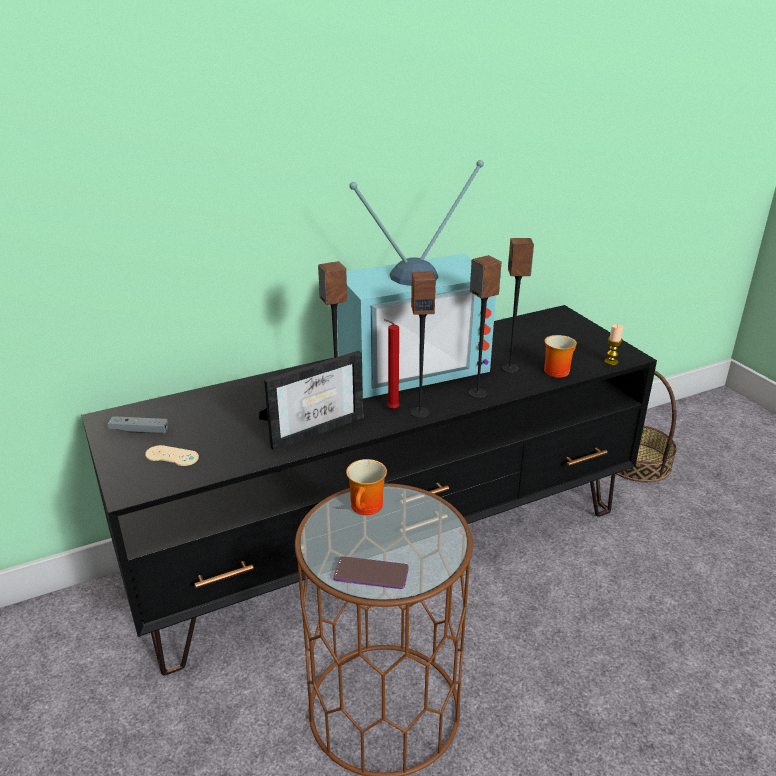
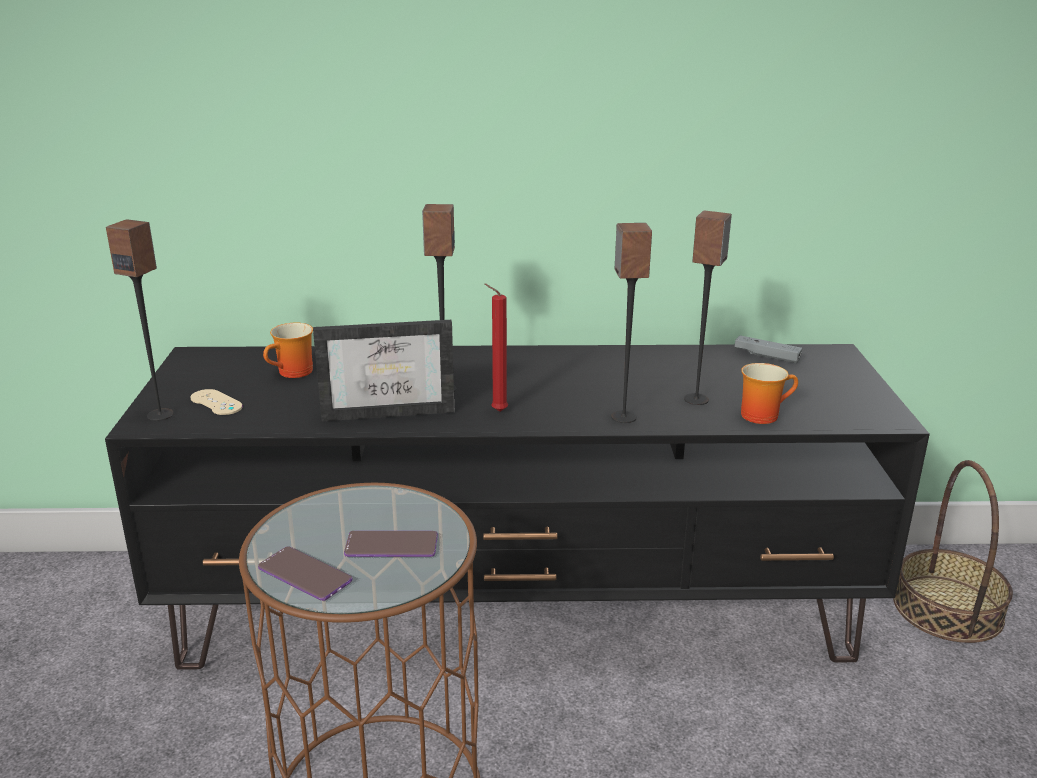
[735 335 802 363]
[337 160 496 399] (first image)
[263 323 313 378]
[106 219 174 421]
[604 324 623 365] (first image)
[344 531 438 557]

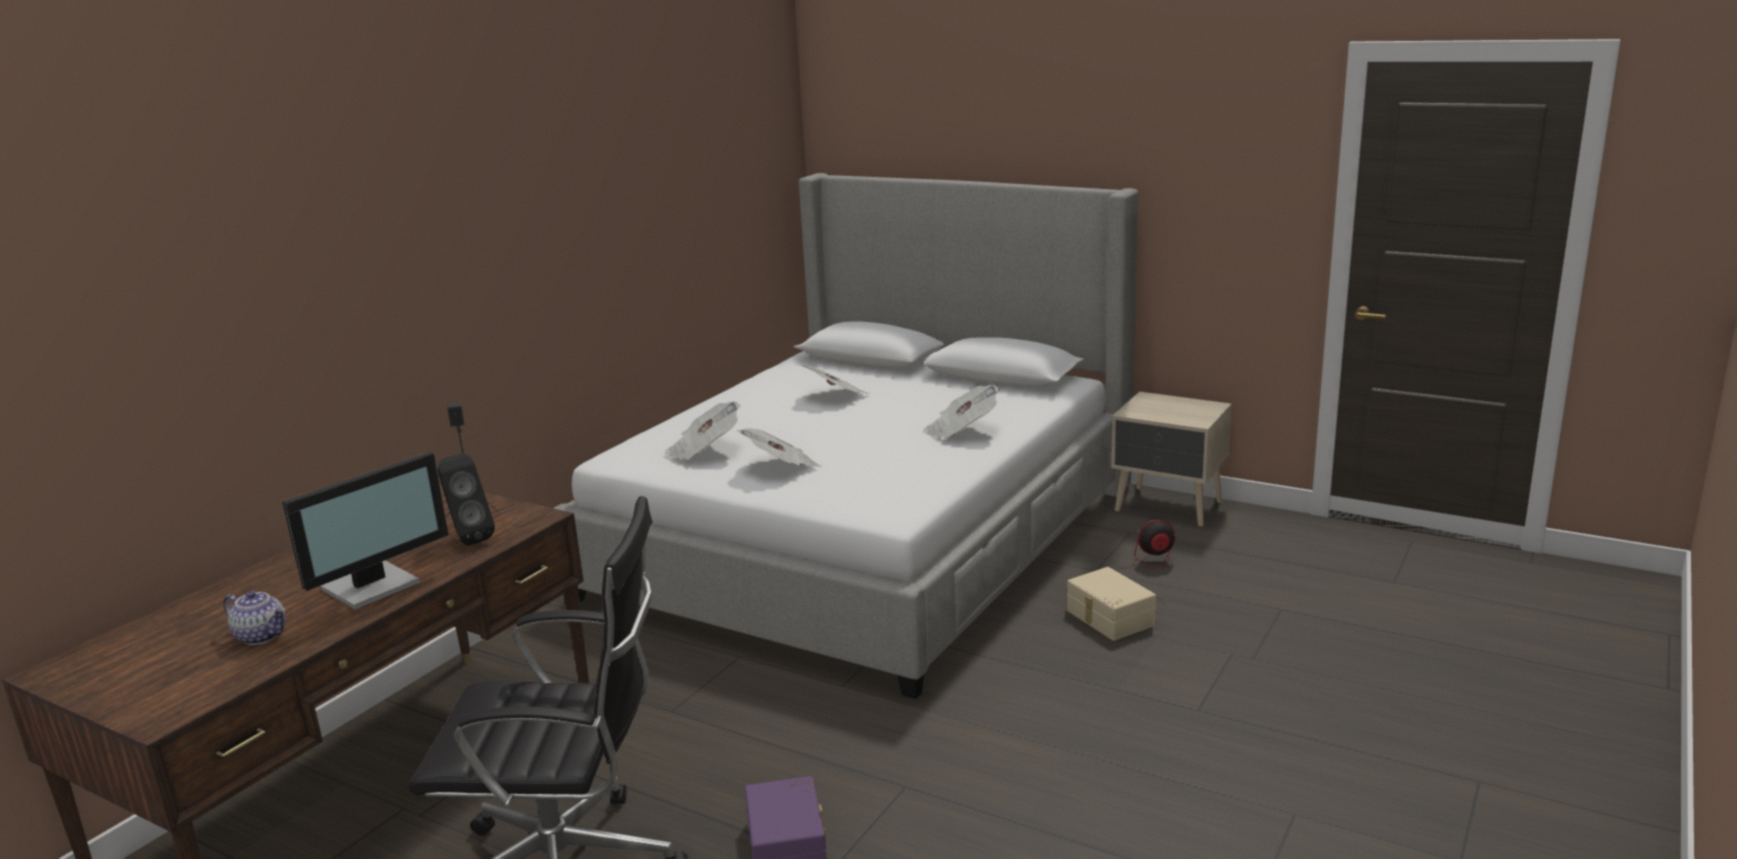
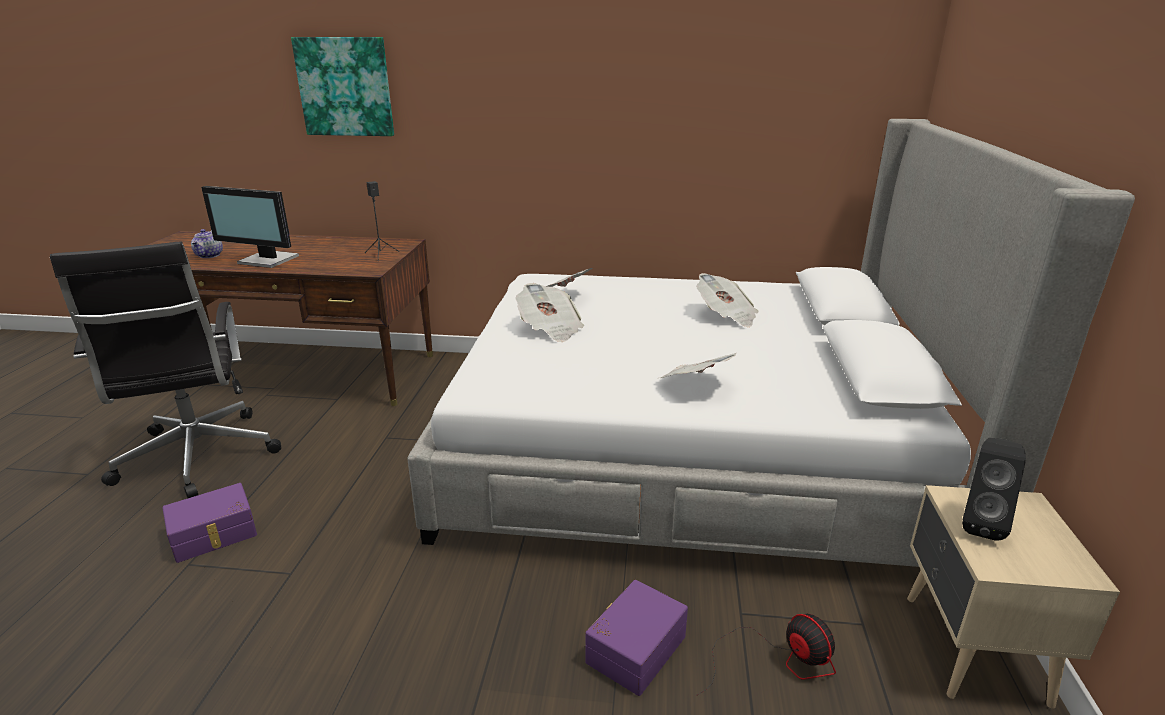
[962 438 1026 541]
[585 580 688 696]
[291 37 394 136]

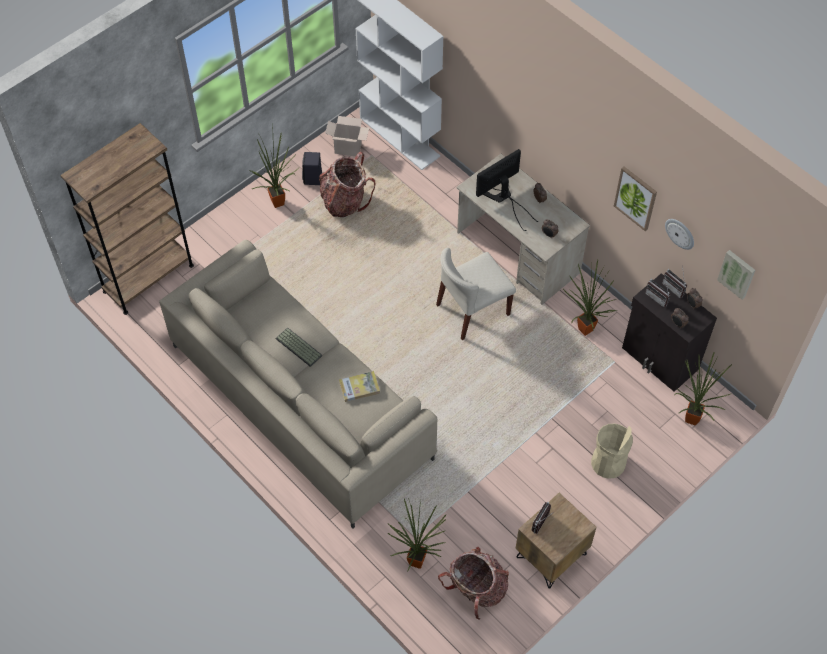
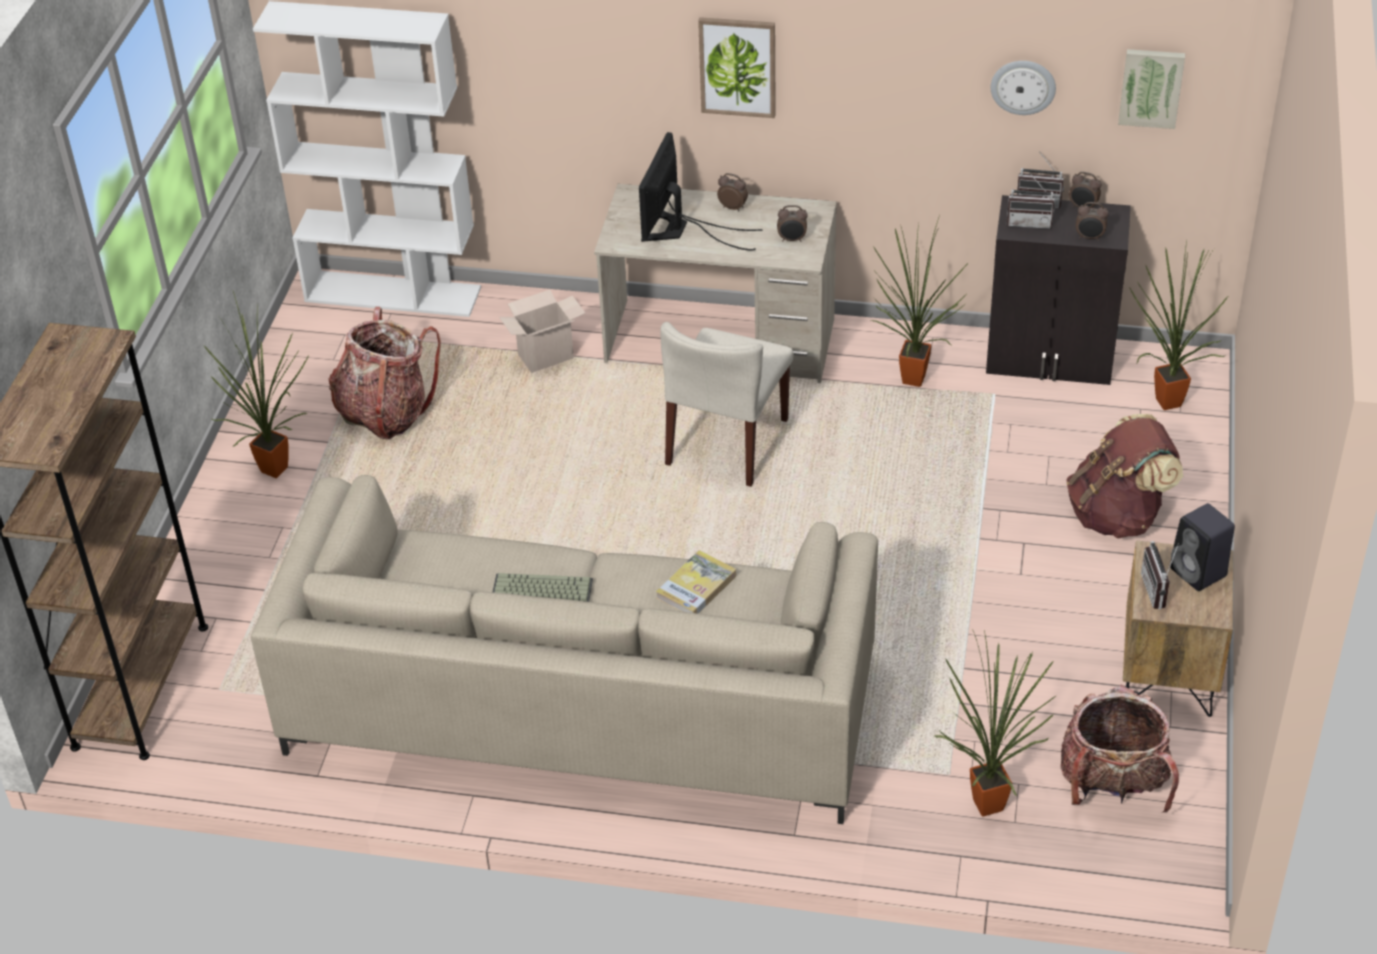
[1170 503 1235 591]
[499 290 585 373]
[1067 414 1183 539]
[698 17 776 118]

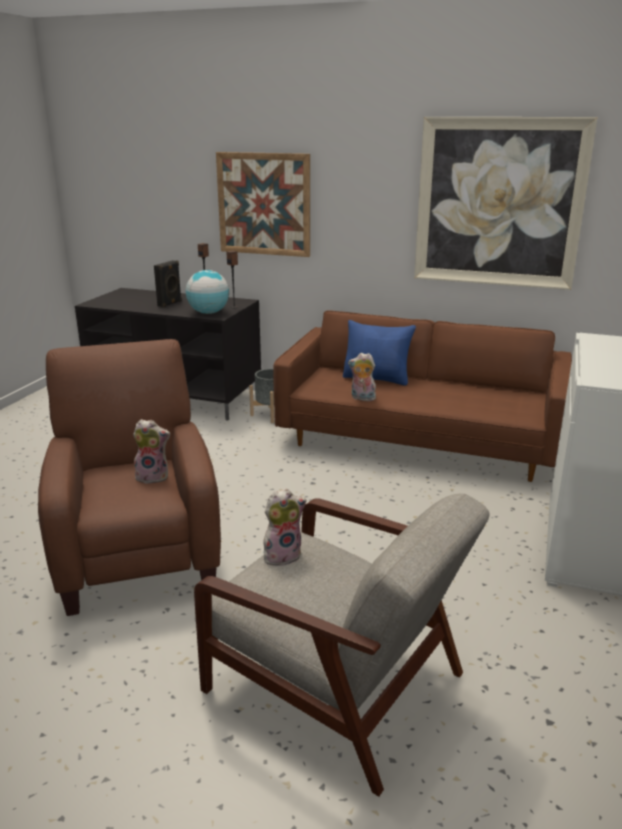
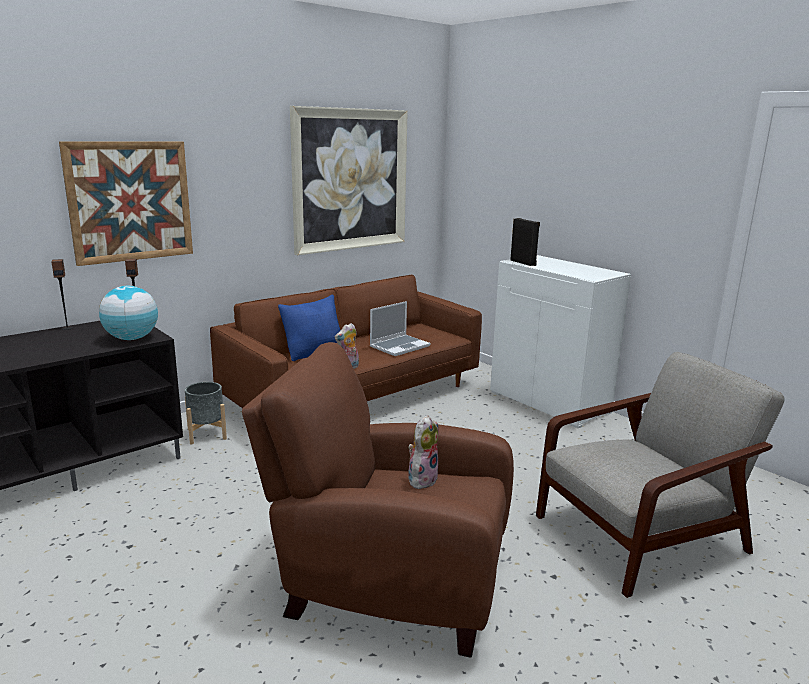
[510 218 540 266]
[264 489 307 566] (first image)
[370 301 431 356]

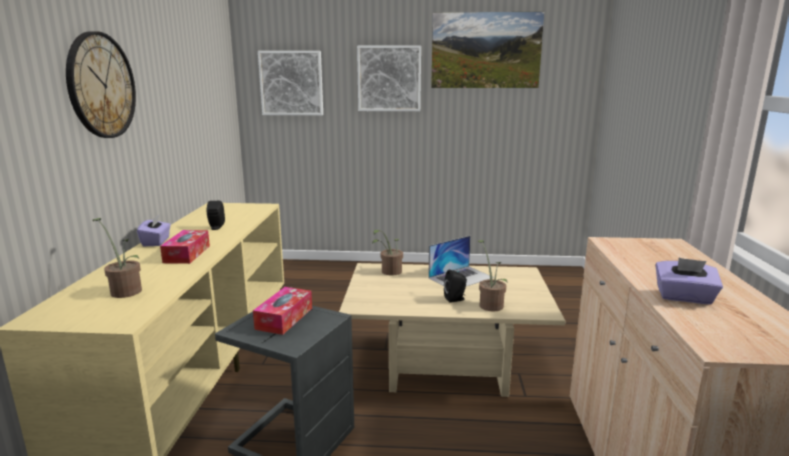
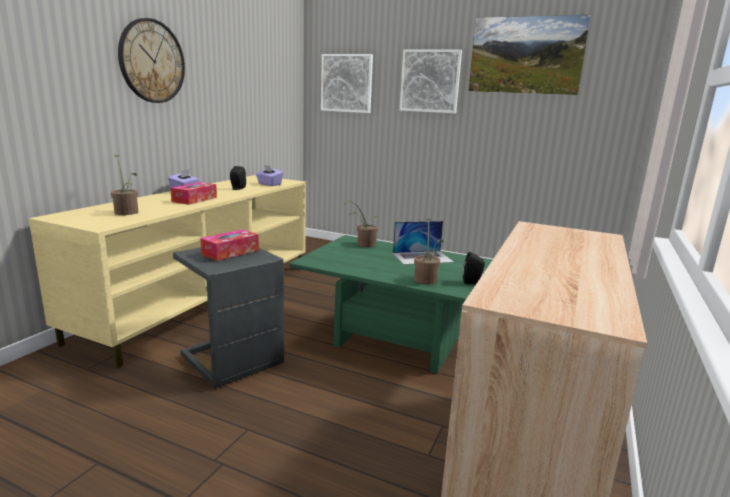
[289 235 492 374]
[463 252 485 284]
[256 165 283 186]

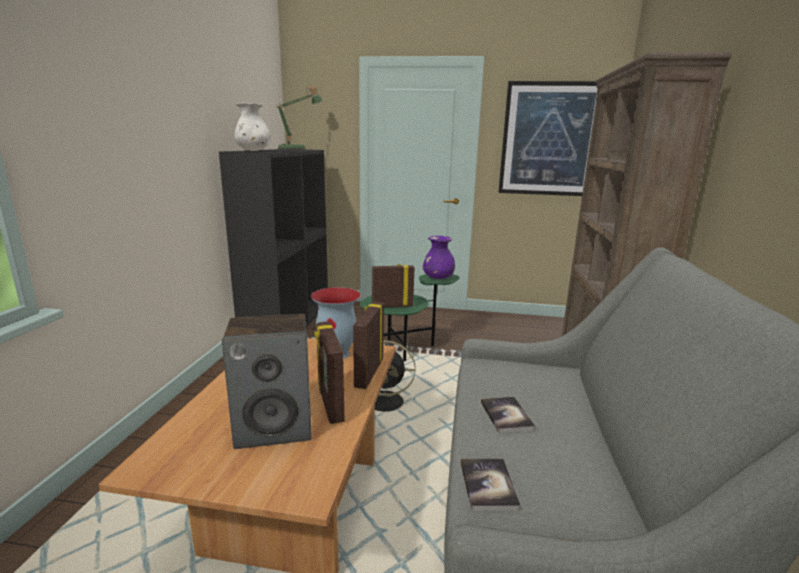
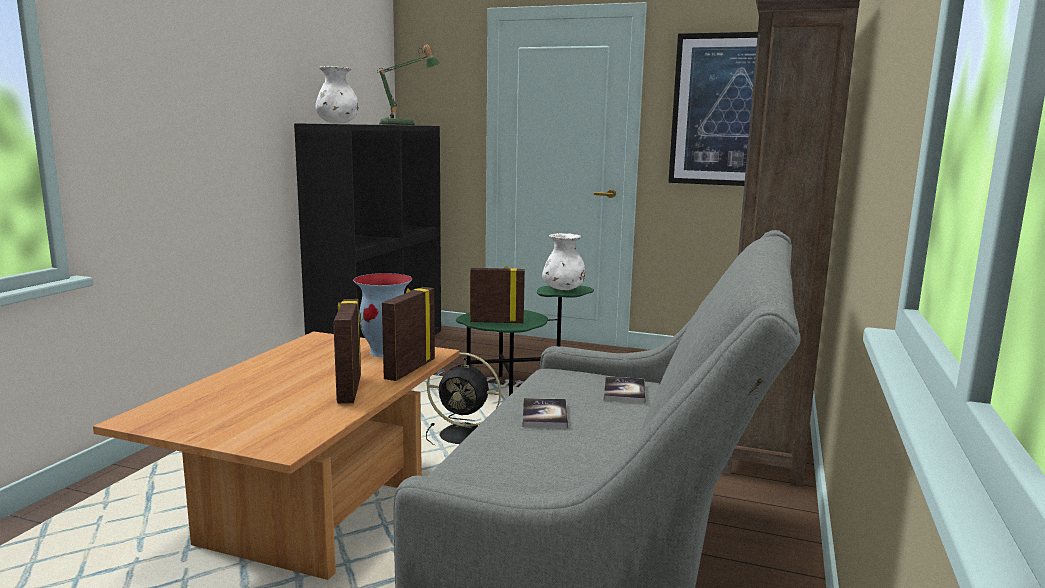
[222 314 312 449] (first image)
[542 233 585 290]
[604 376 646 403]

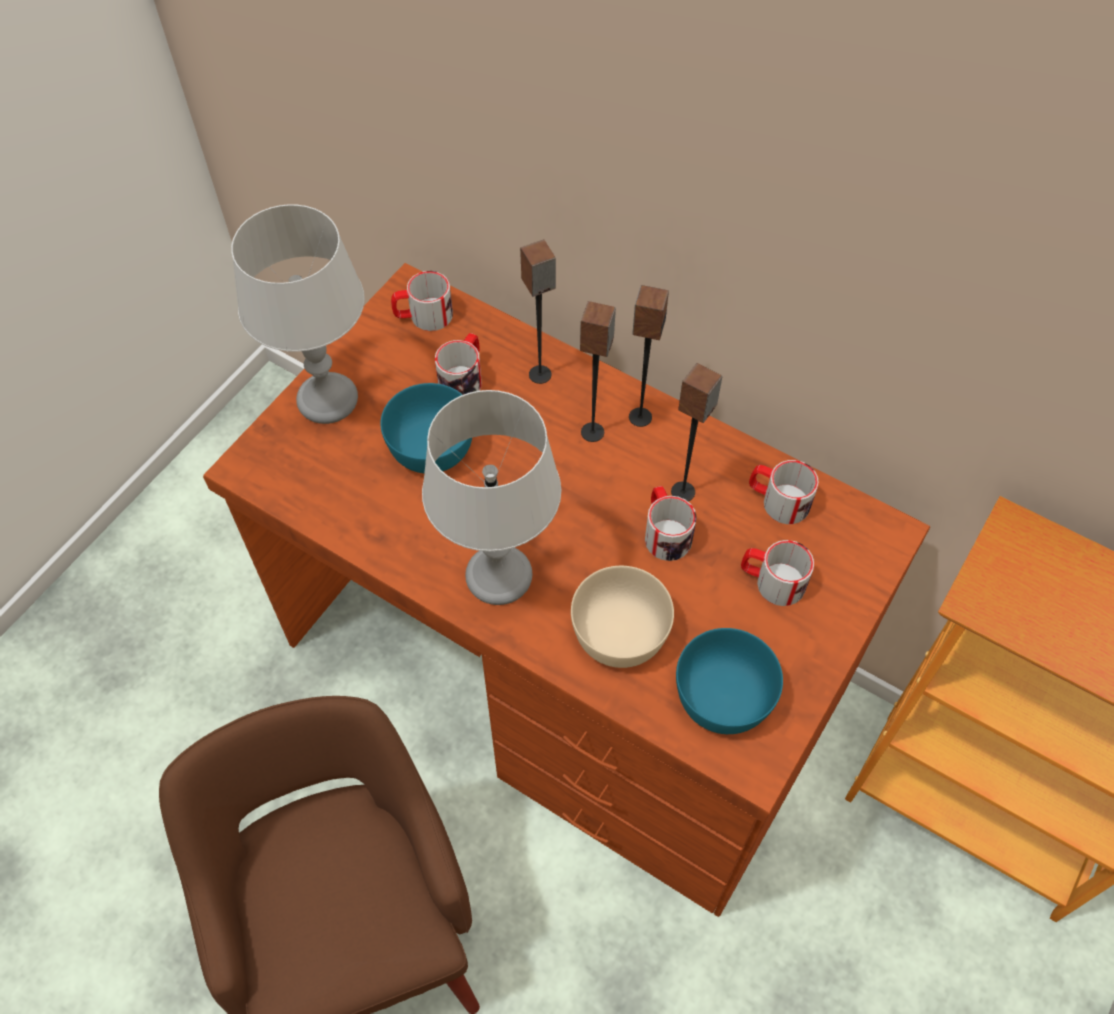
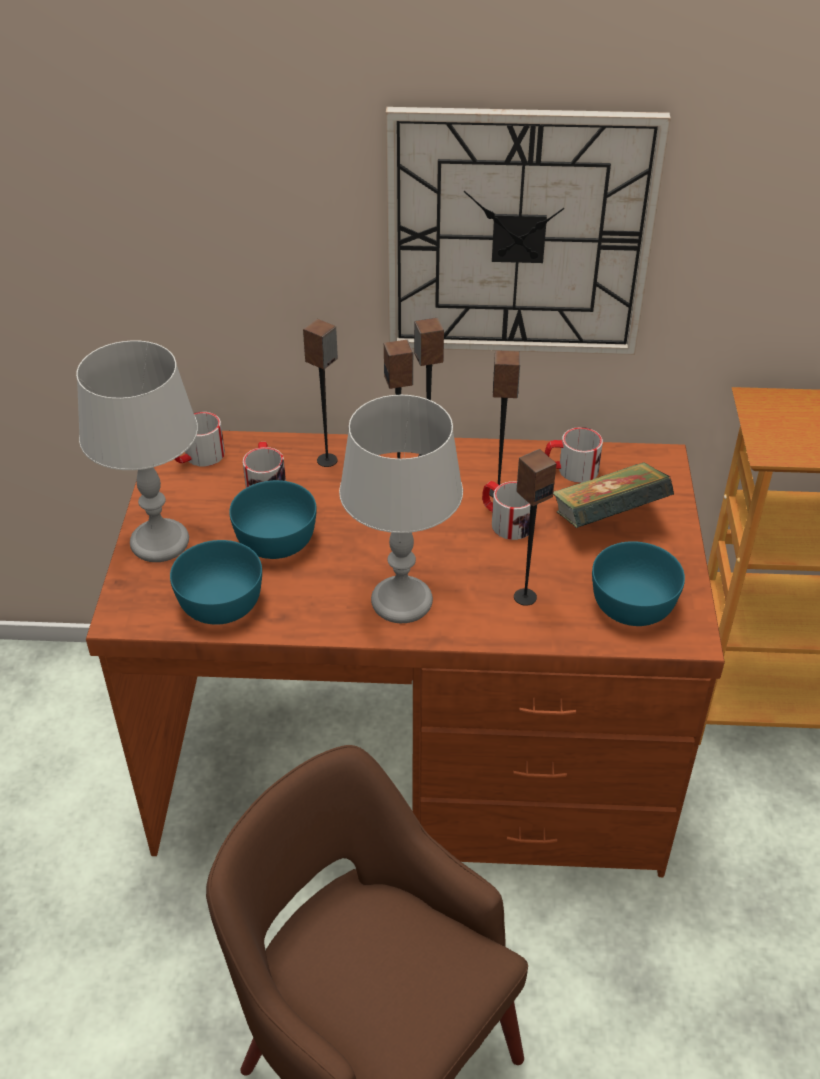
[514 449 556 606]
[553 462 674 528]
[170 540 262 625]
[386 107 671 355]

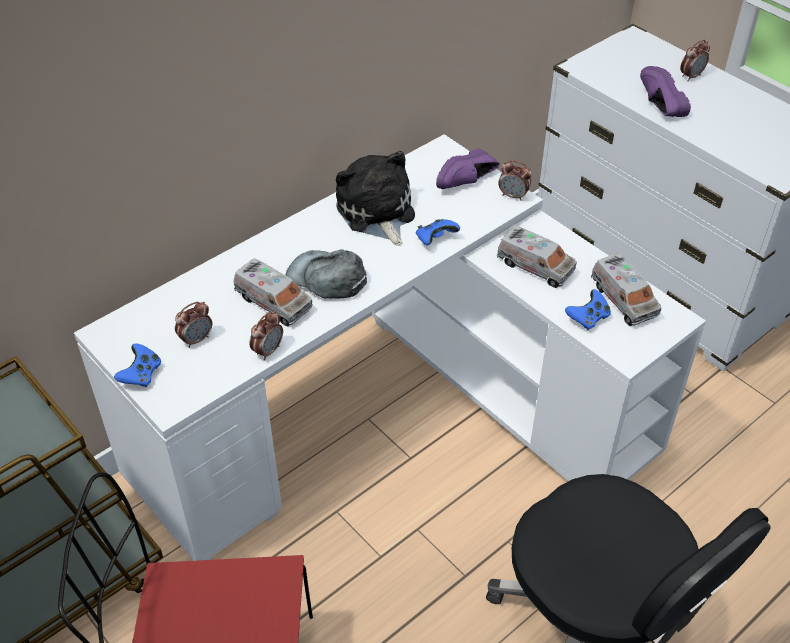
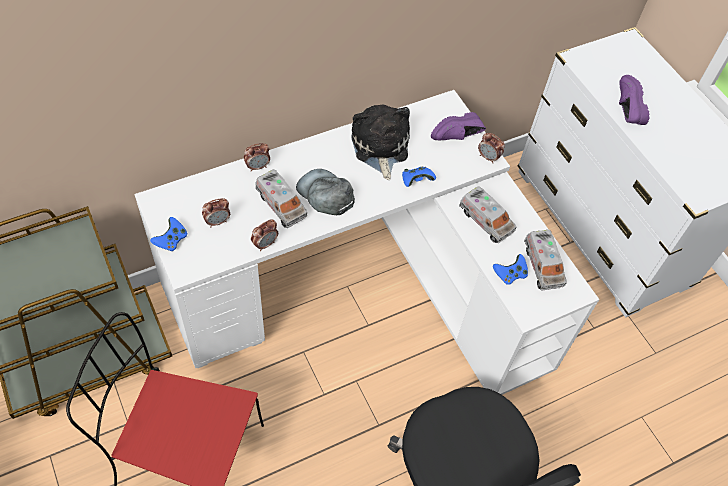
[244 143 270 172]

